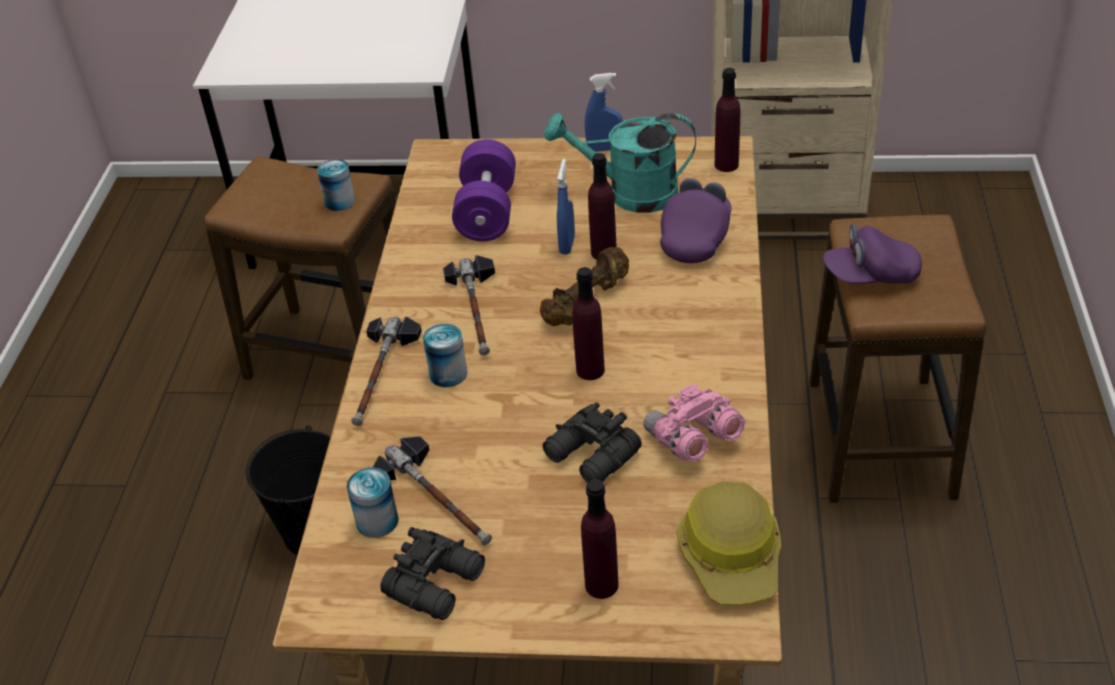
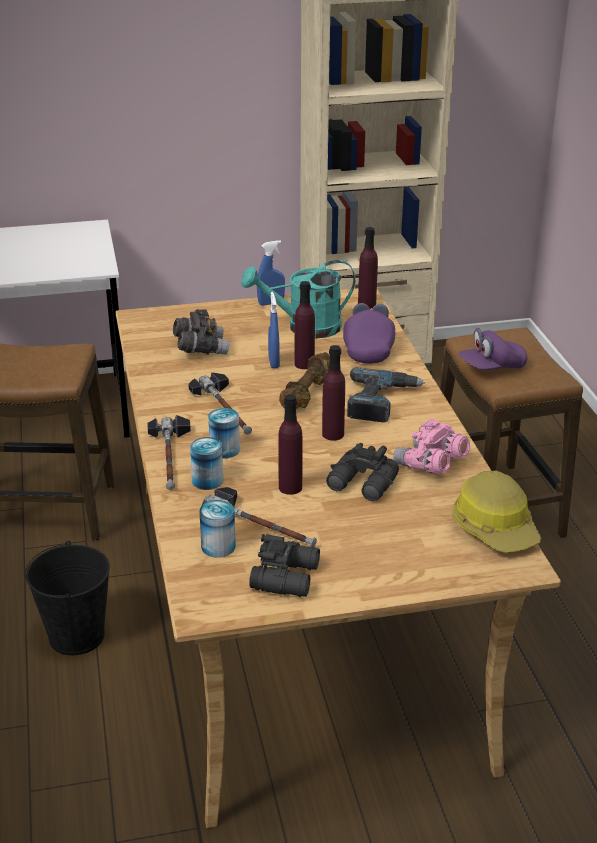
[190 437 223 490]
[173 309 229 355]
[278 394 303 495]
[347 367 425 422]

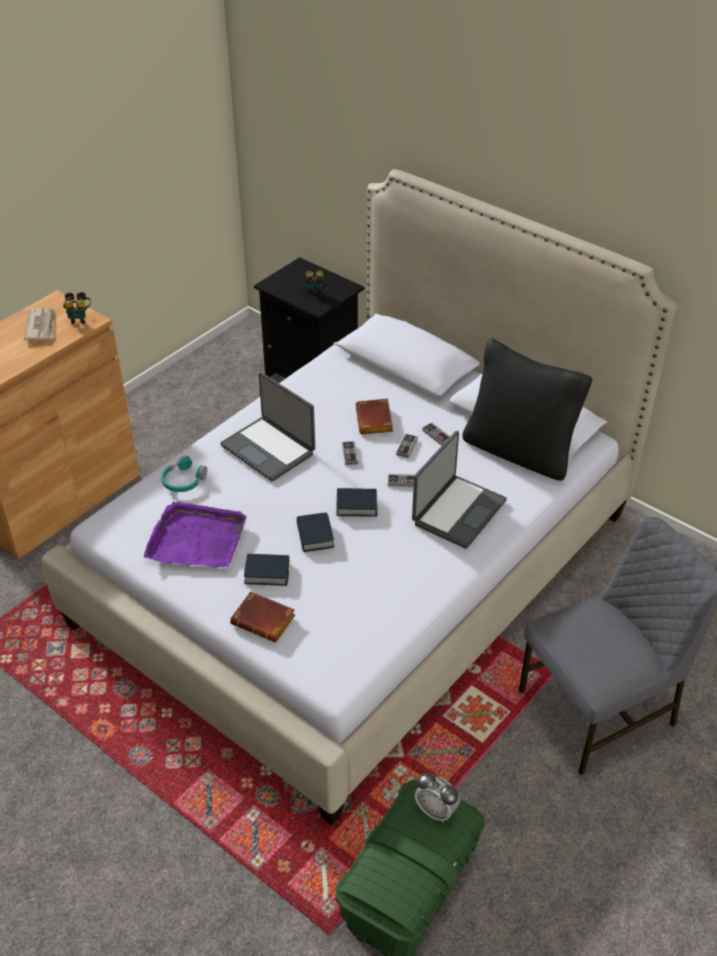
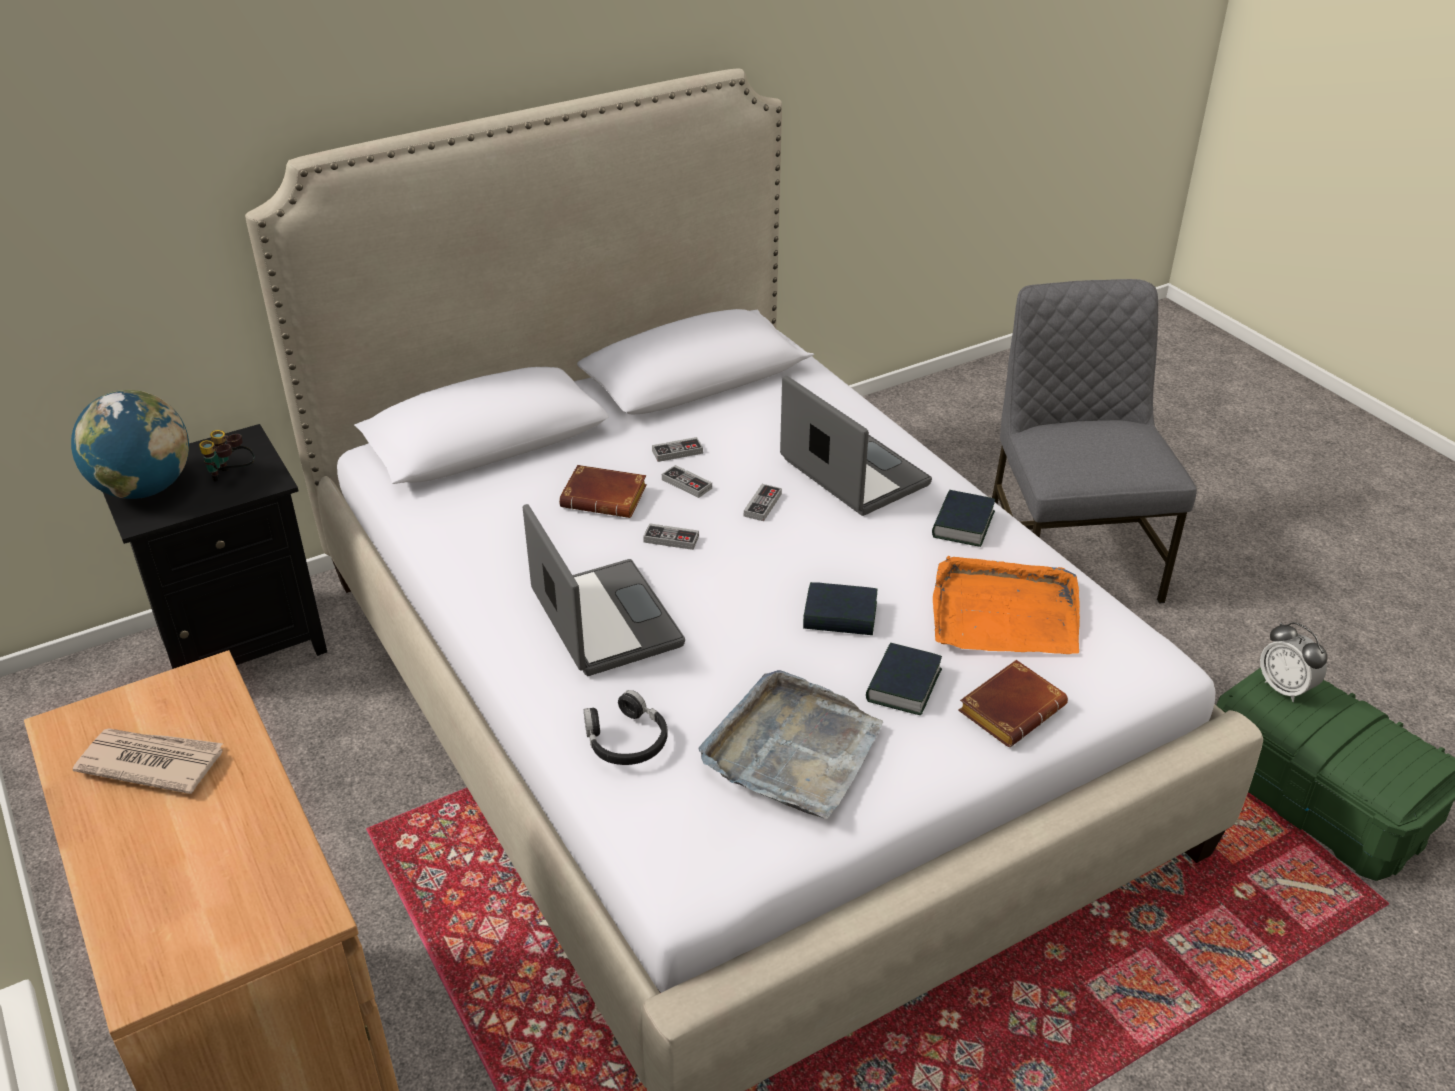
[63 292 91 324] (first image)
[699 670 883 819]
[584 690 668 765]
[523 504 685 676]
[932 490 995 547]
[1260 622 1328 702]
[462 338 592 481] (first image)
[71 390 189 499]
[933 556 1080 654]

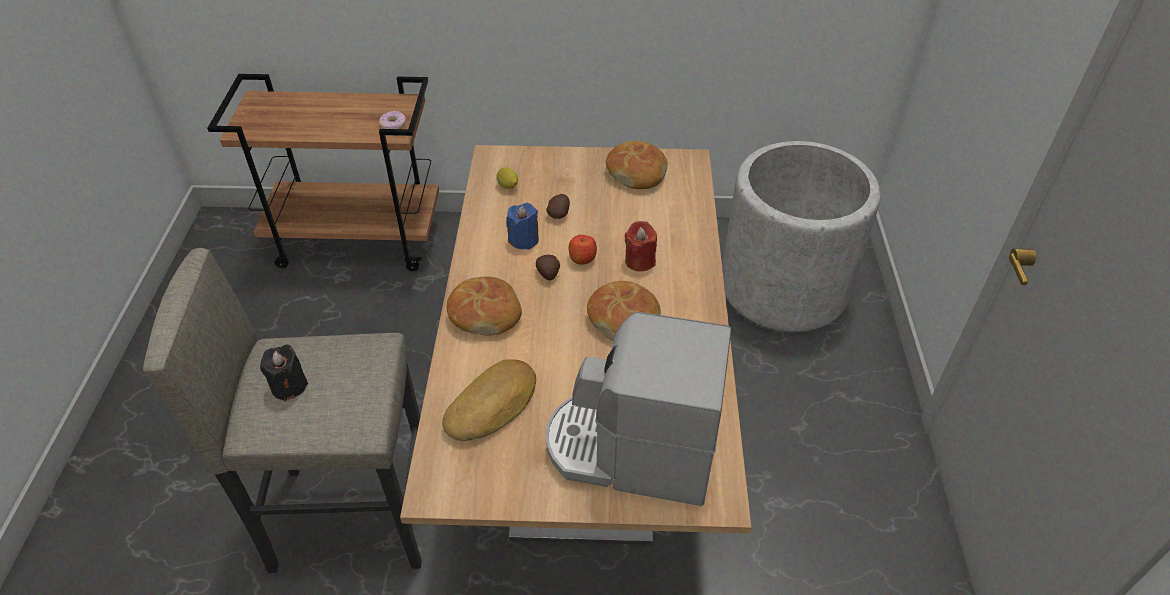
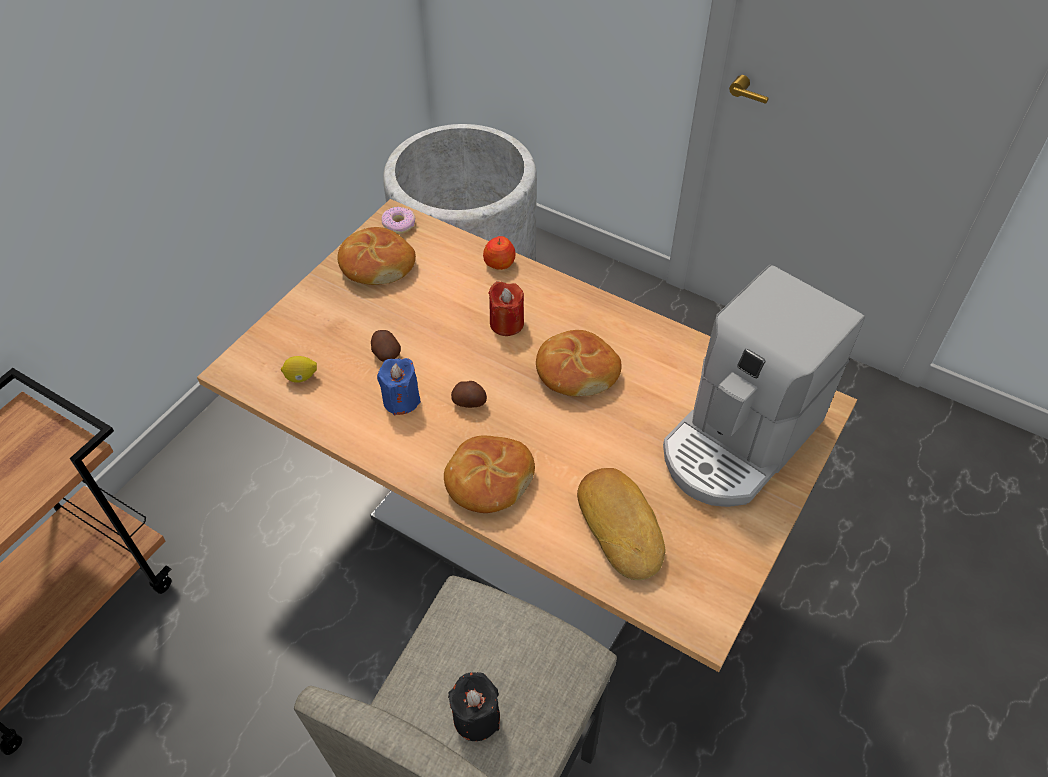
[381 207 415 234]
[483 236 516 270]

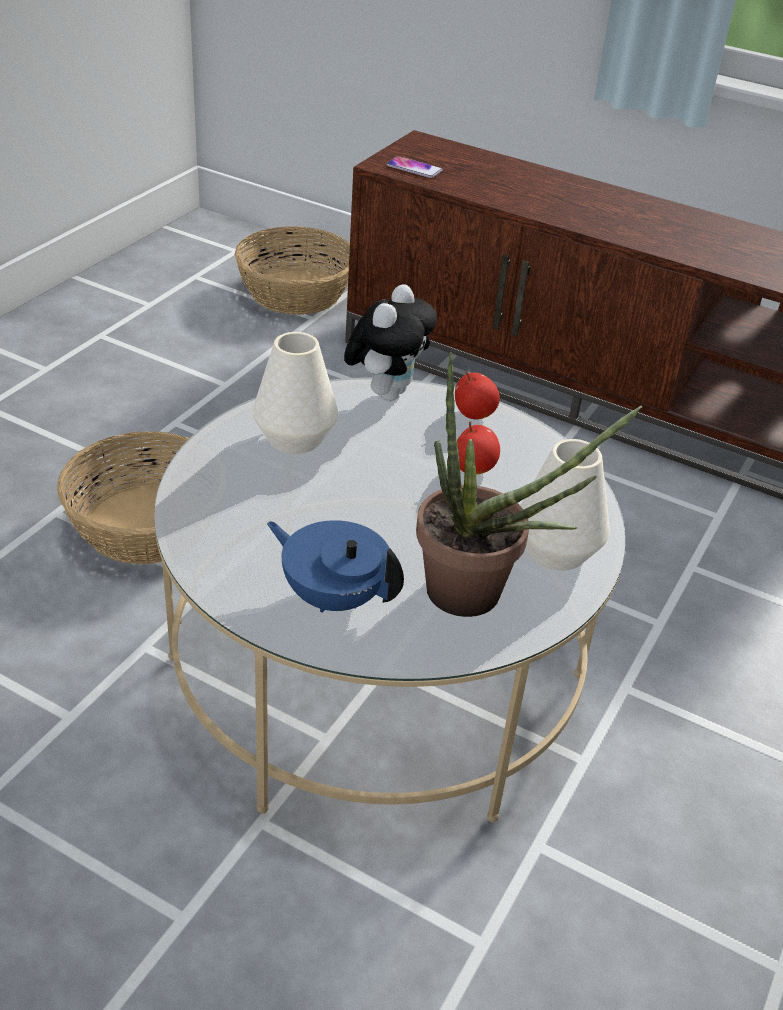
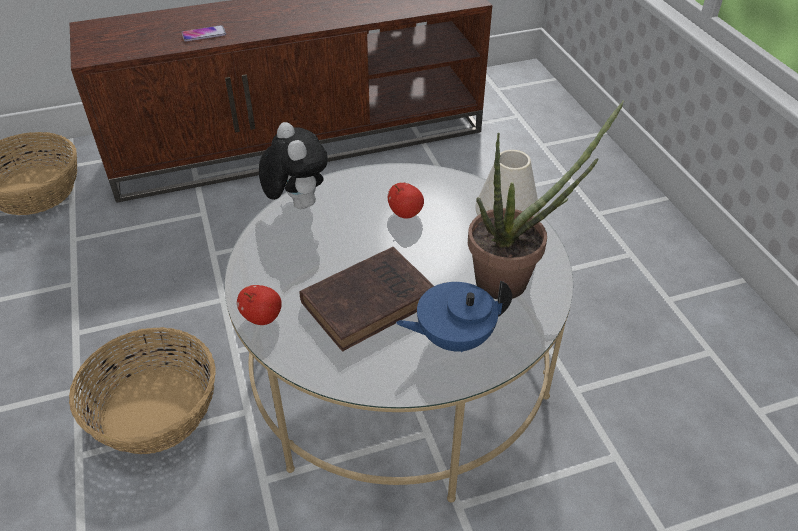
[253 332 338 454] (first image)
[182 25 226 41]
[237 285 282 325]
[299 247 434 351]

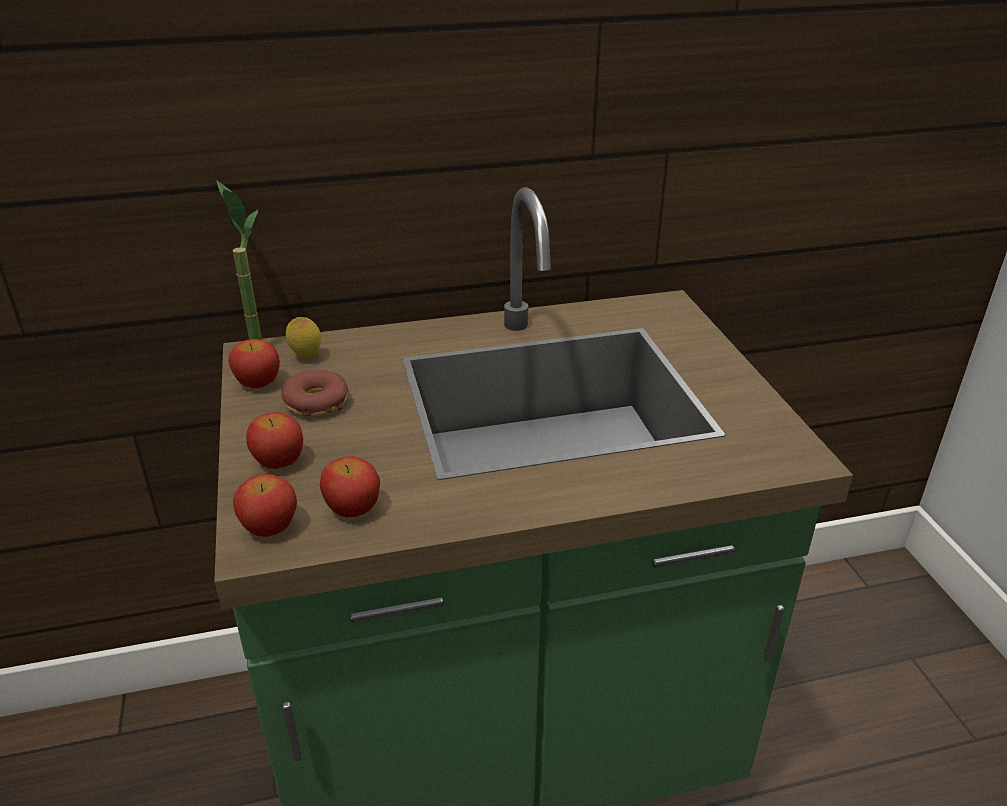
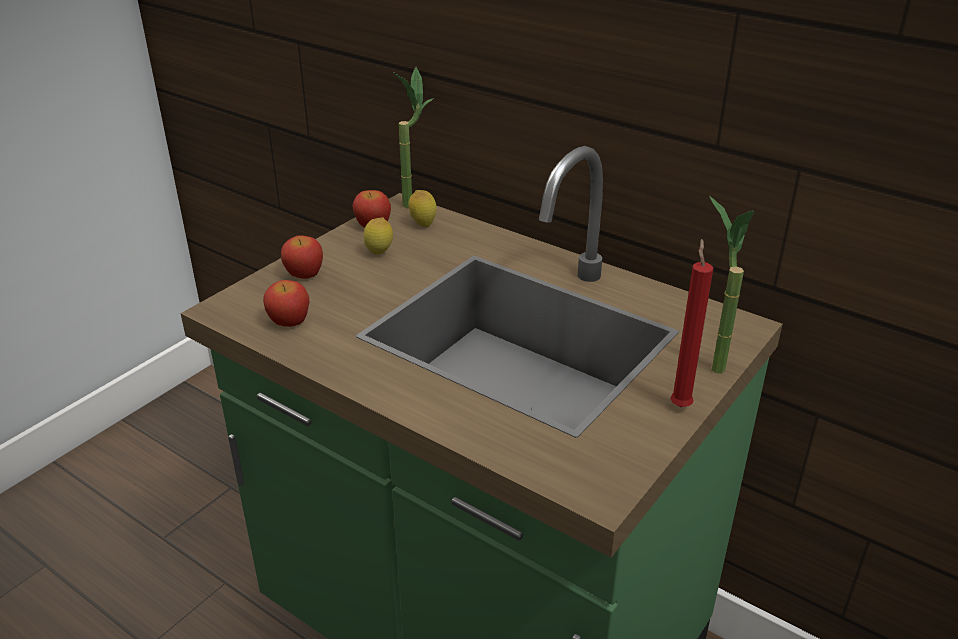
[233 474 297 537] (first image)
[364 217 393 255]
[670 239 713 407]
[709 196 754 374]

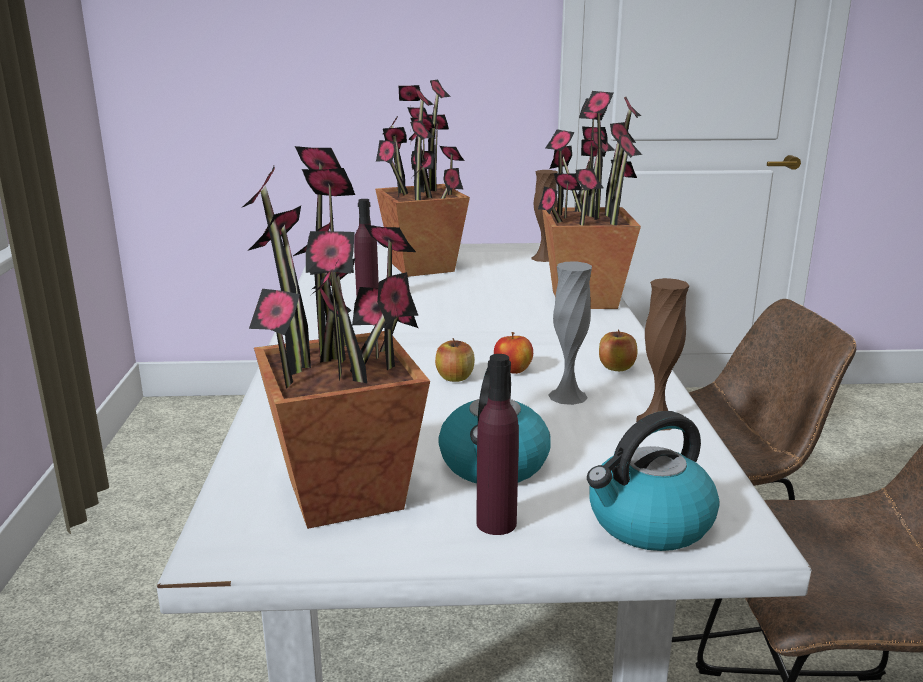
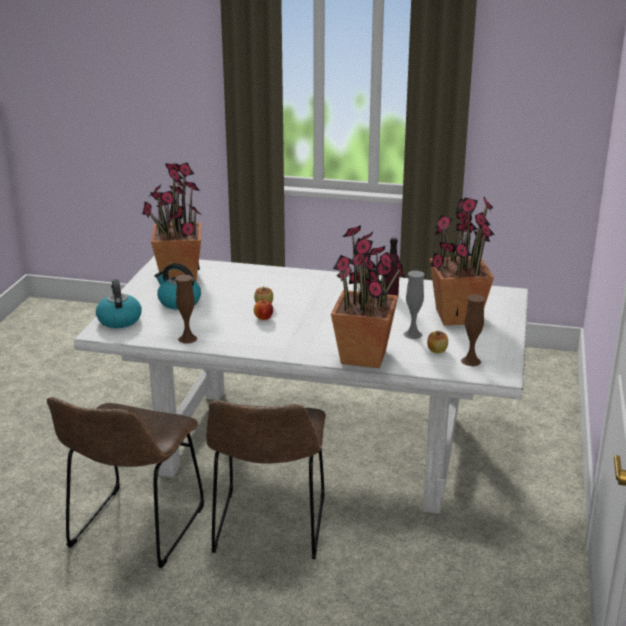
[477 354 519 535] (first image)
[404 271 425 339]
[427 331 448 353]

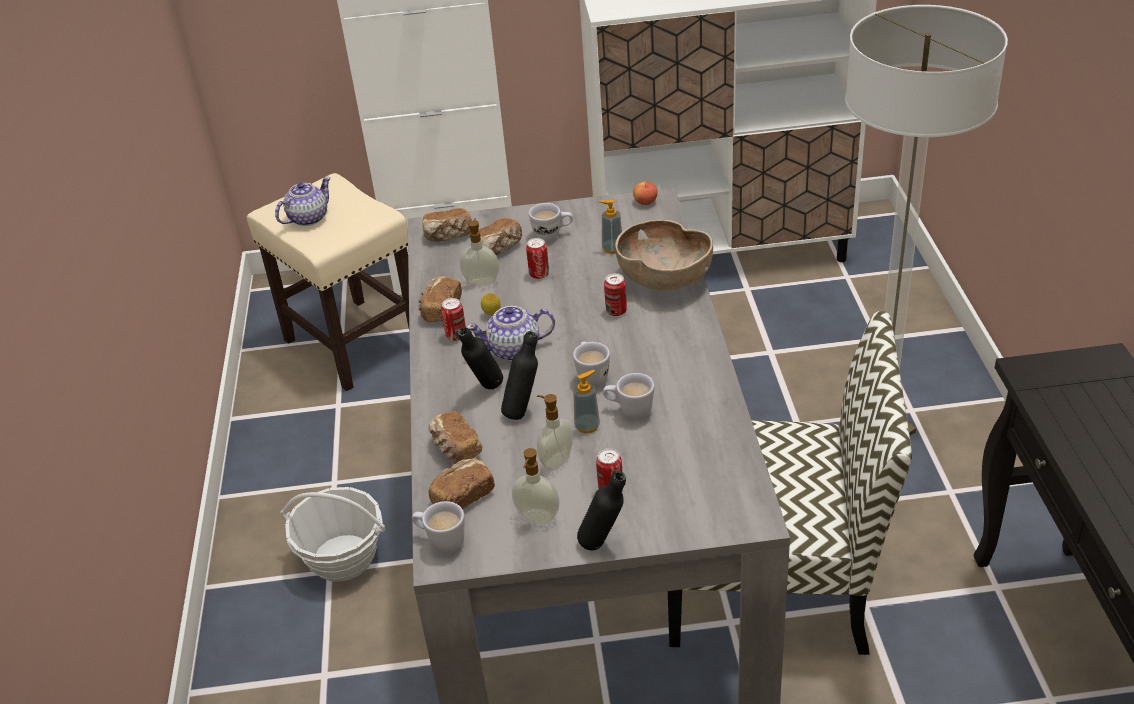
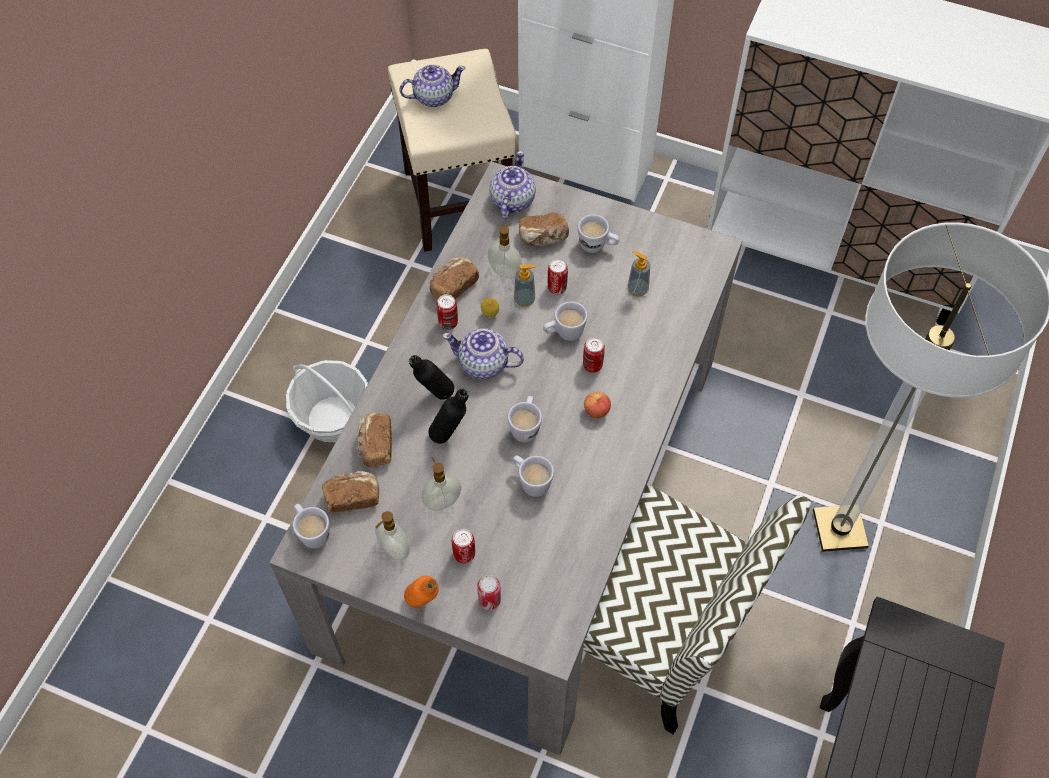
[489 150 536 220]
[514 265 536 307]
[404 576 439 608]
[615 219 713 291] (first image)
[584 392 611 418]
[477 575 501 610]
[543 301 587 341]

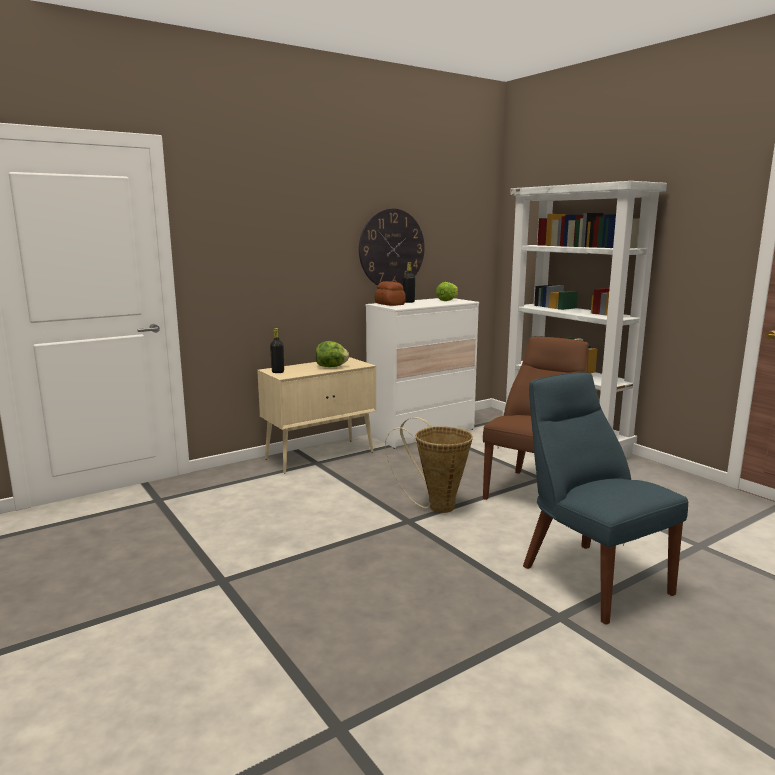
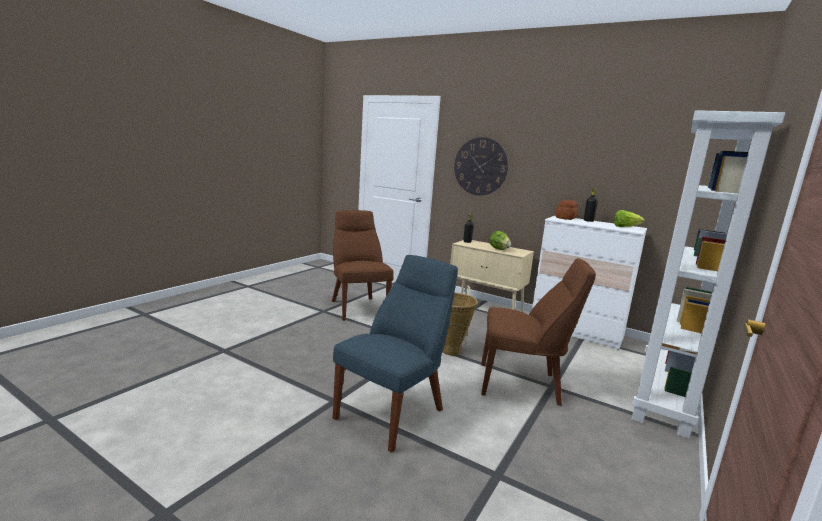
[454 137 508 195]
[332 210 394 321]

